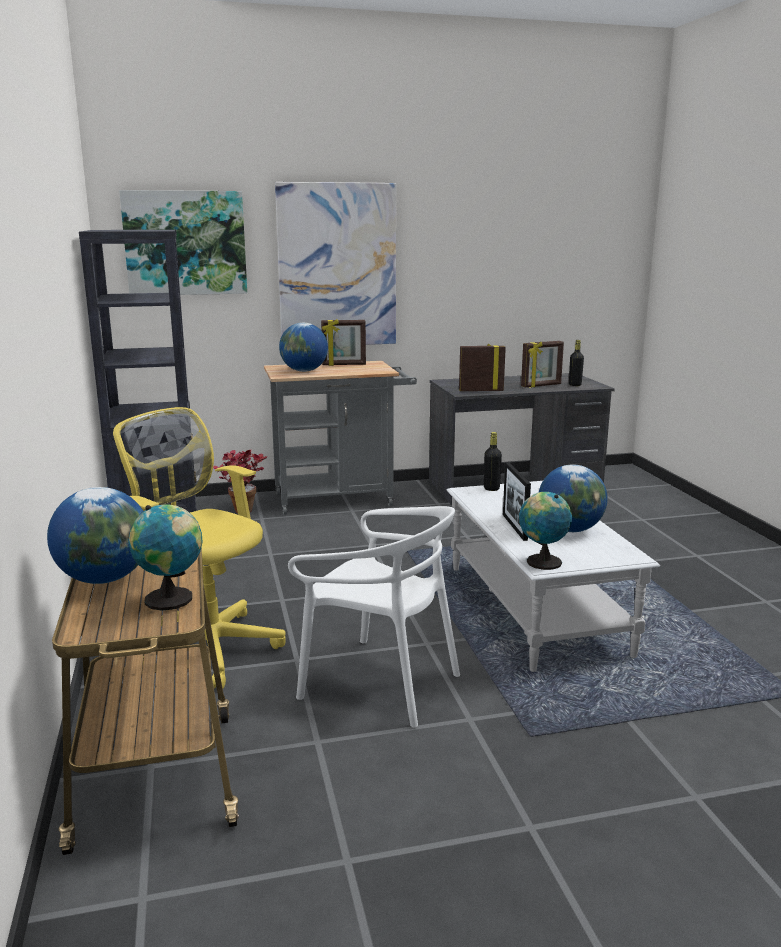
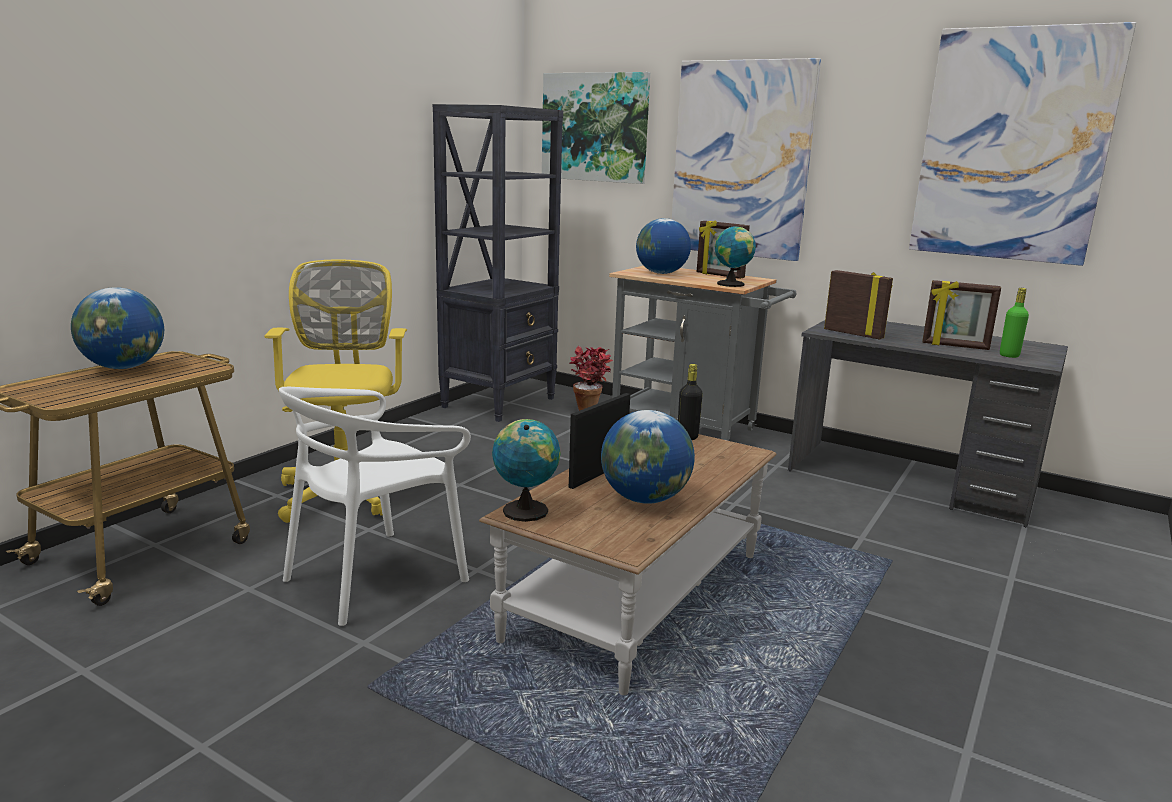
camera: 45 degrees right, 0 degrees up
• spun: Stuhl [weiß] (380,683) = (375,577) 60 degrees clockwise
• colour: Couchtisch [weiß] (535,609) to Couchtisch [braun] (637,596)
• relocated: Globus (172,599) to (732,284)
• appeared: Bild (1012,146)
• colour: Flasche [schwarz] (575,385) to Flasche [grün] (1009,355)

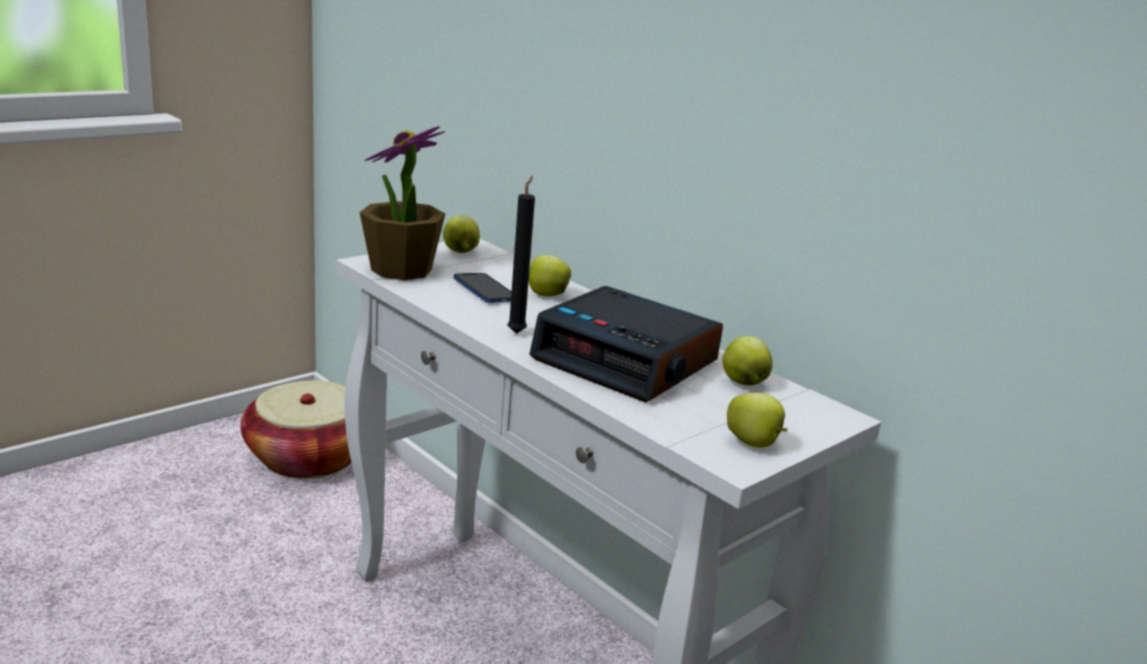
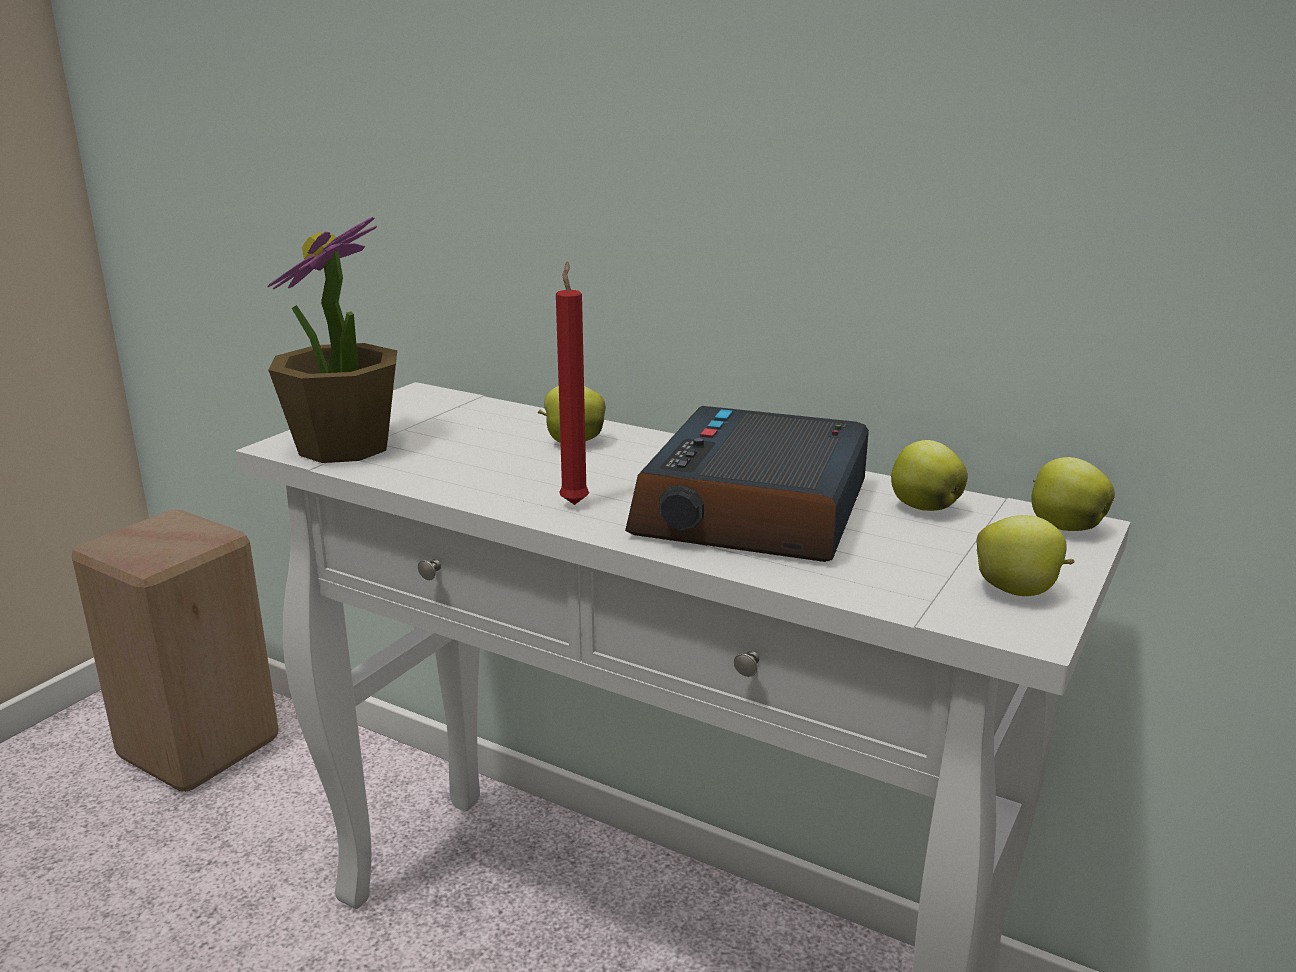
camera: 15 degrees left, 0 degrees up
• exchanged: Korb (309,457) to Hocker [beige] (200,745)
• colour: Kerze [schwarz] (517,332) to Kerze [rot] (575,502)
• spun: Wecker (627,361) = (755,511) 90 degrees clockwise
• relocated: Apfel (460,252) to (1063,527)
• missing: Handy (485,290)

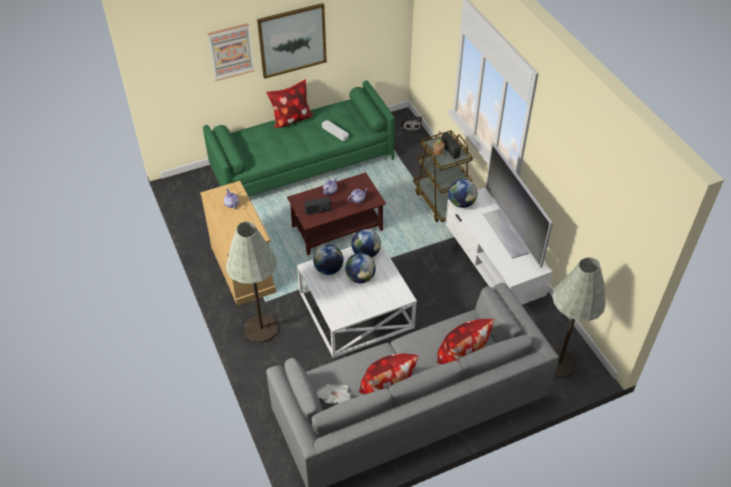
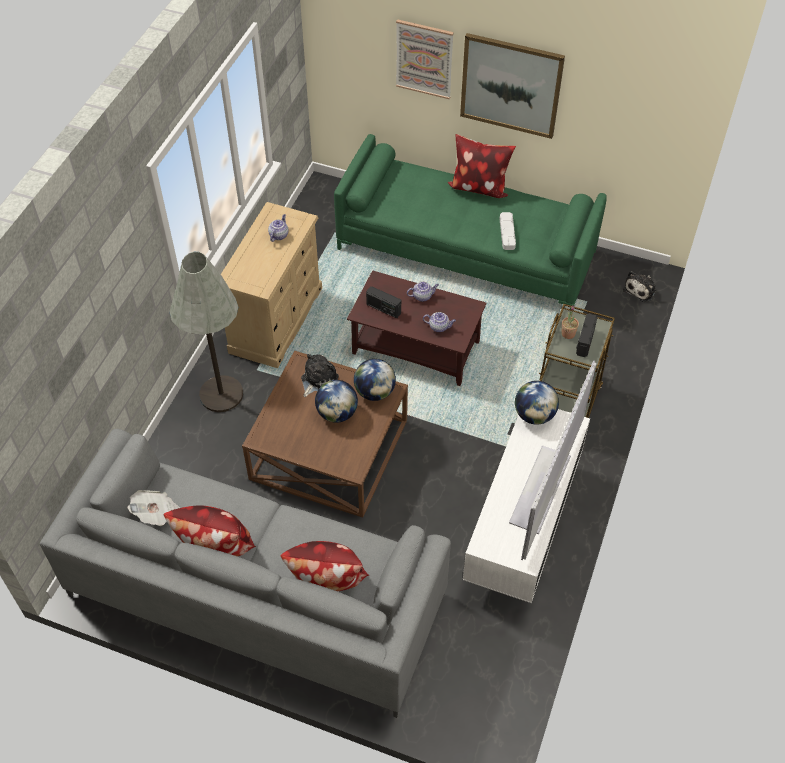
camera: 45 degrees right, 5 degrees up
• colour: Couchtisch [weiß] (356,310) to Couchtisch [braun] (329,450)
• exchanged: Globus (328,269) to Plüschtier (317,379)
• missing: Stehlampe [grau] (559,363)

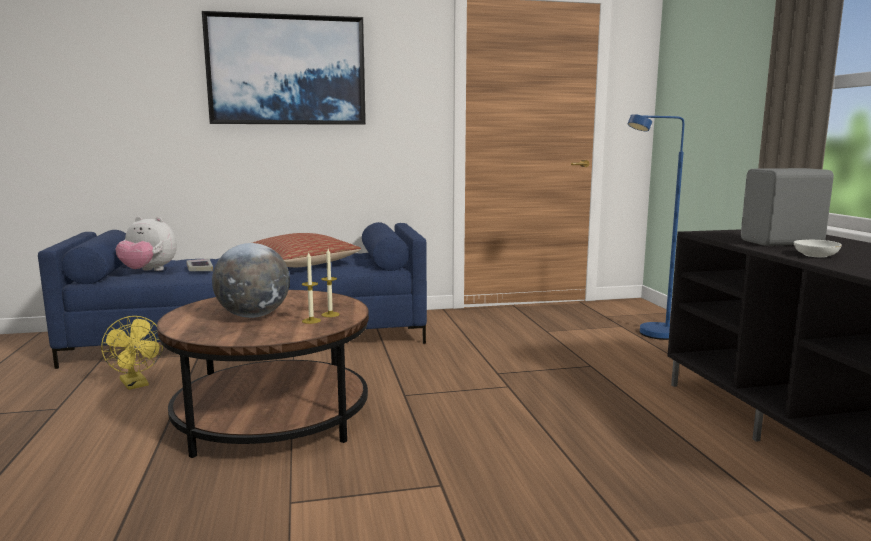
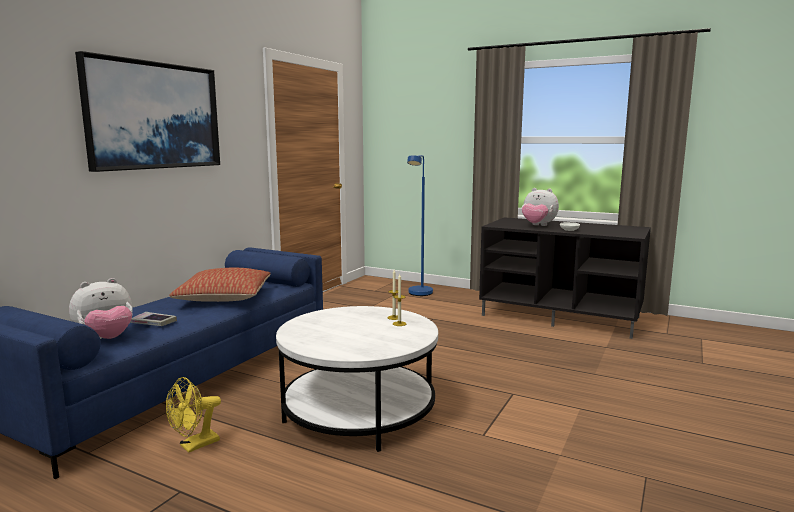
camera: 50 degrees left, 0 degrees up
• spun: Ventilator [gelb] (136,384) = (194,446) 135 degrees clockwise
• colour: Couchtisch [braun] (273,417) to Couchtisch [weiß] (359,411)
• exchanged: Lautsprecher [grau] (783,243) to Plüschtier (538,226)
• missing: Globus (253,316)

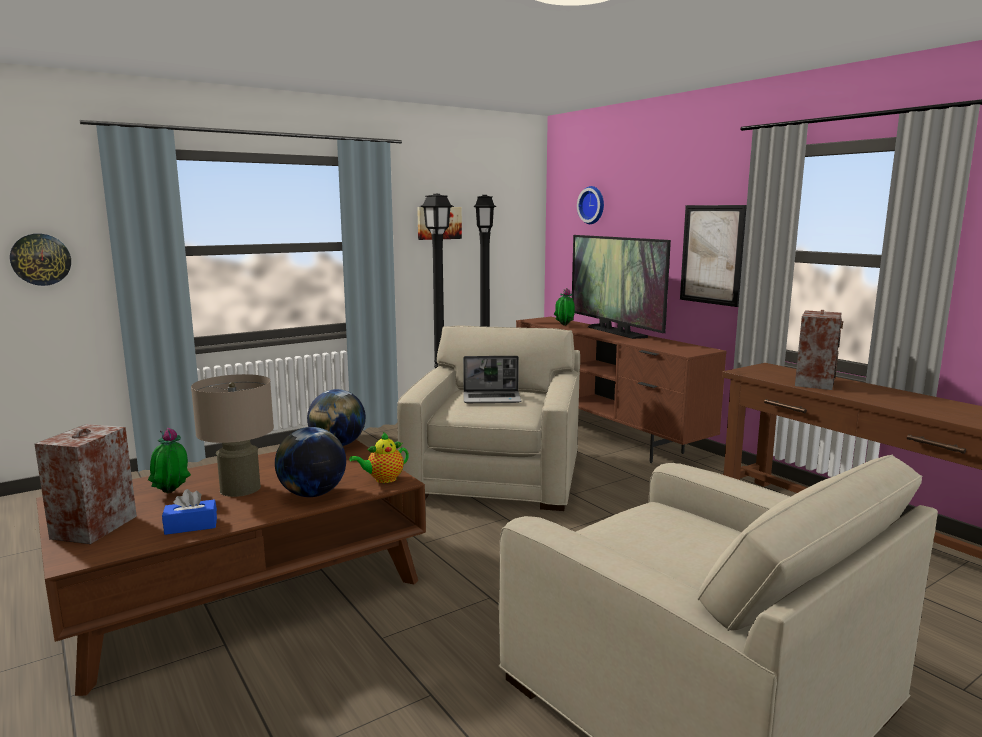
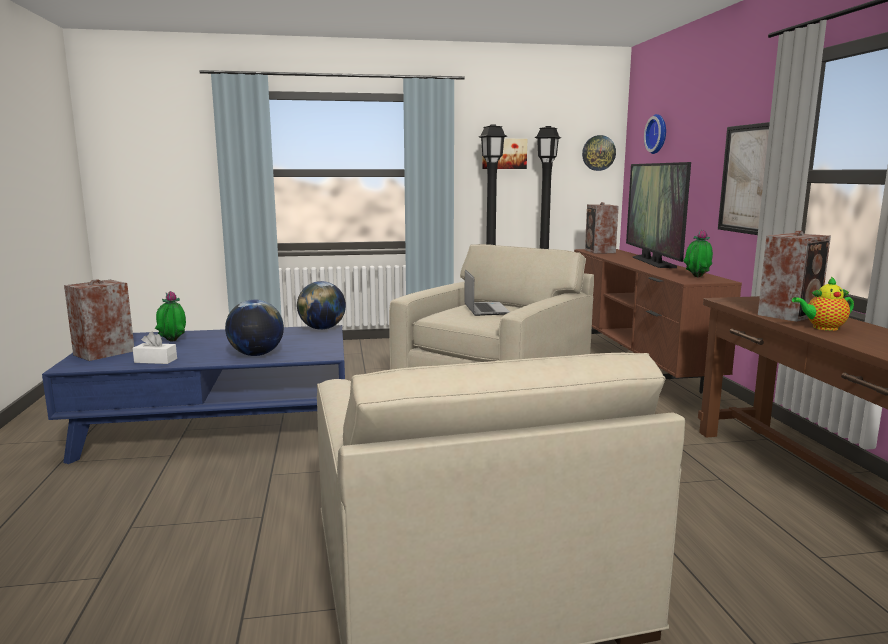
camera: 25 degrees right, 0 degrees up
• colour: Couchtisch [braun] (245,588) to Couchtisch [blau] (220,425)
• colour: Taschentuchbox [blau] (191,526) to Taschentuchbox [weiß] (155,360)
• spun: Laptop (492,398) = (485,310) 120 degrees counterclockwise
• relocated: Wanduhr (41,259) to (598,153)
• appeared: Lautsprecher (599,251)
• relocated: Topfpflanze (564,326) to (696,277)
• relocated: Teekanne (383,479) to (822,328)
• missing: Tischlampe [beige] (240,489)

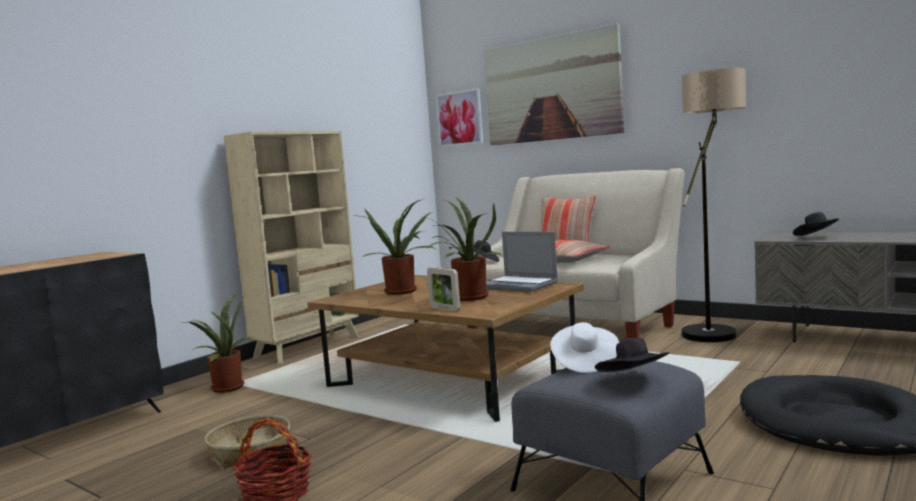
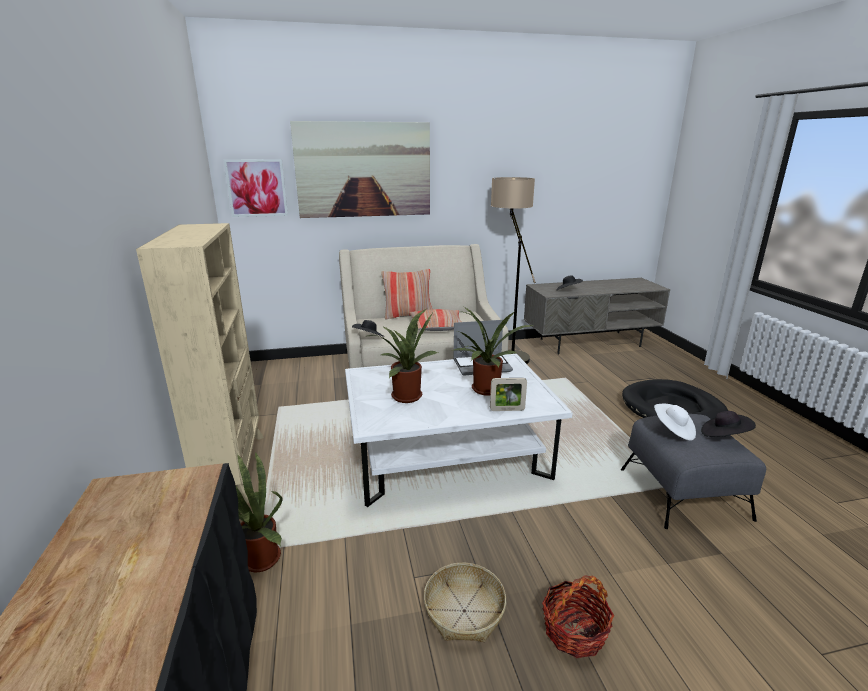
camera: 50 degrees left, 15 degrees up
• colour: Couchtisch [braun] (451,379) to Couchtisch [weiß] (448,454)

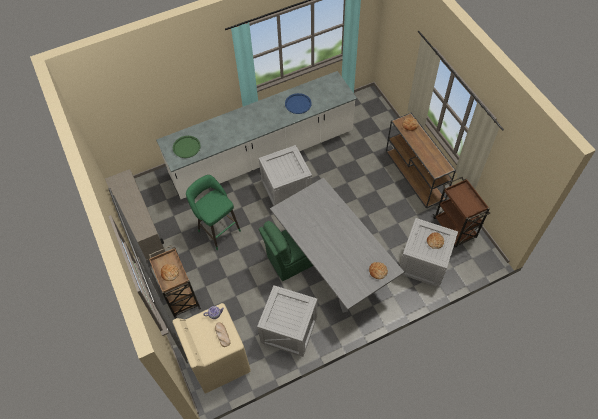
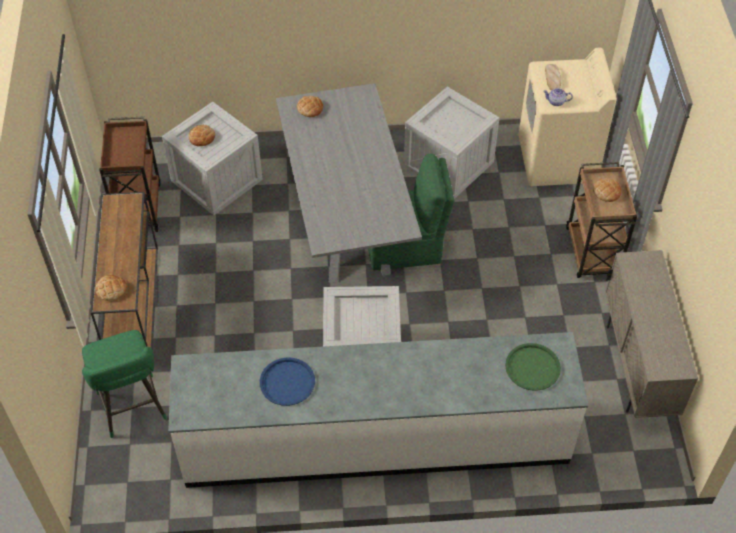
camera: 160 degrees left, 5 degrees down
• relocated: Hocker [grün] (217,229) to (133,409)

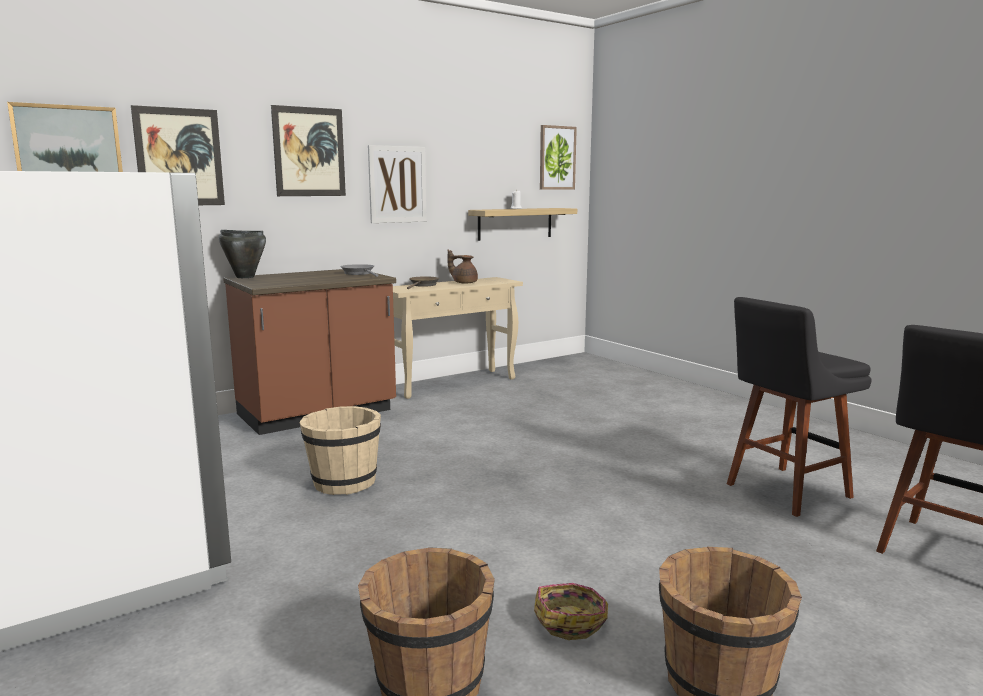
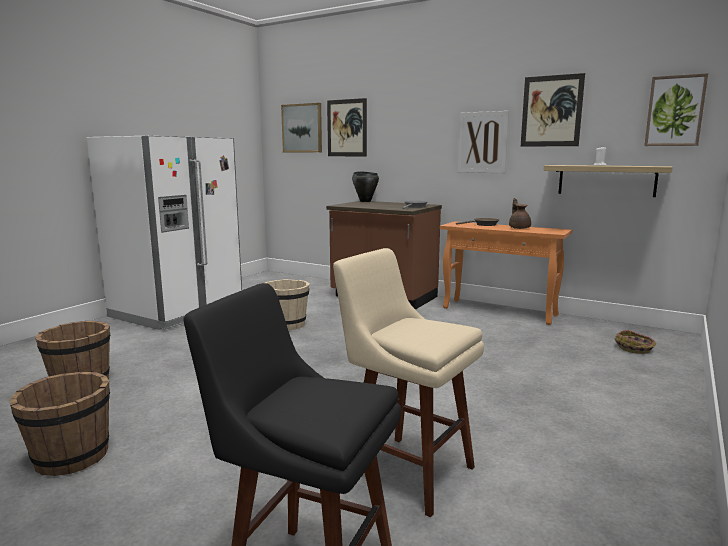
camera: 65 degrees right, 0 degrees up
• colour: Hocker [schwarz] (784,492) to Hocker [beige] (405,470)
• colour: Konsolentisch [beige] (453,383) to Konsolentisch [orange] (500,312)
• relocated: Bild (309,152) to (551,111)
• relocated: Korb (571,621) to (635,348)

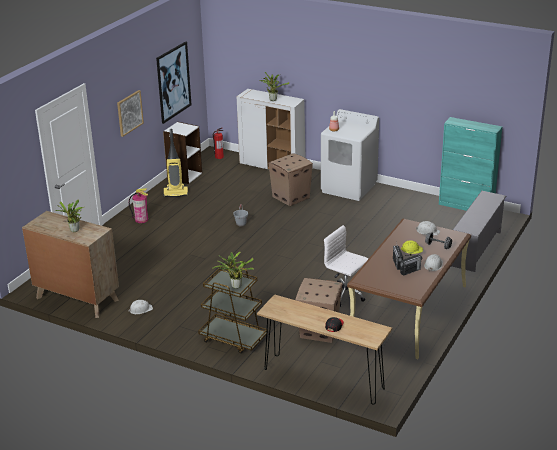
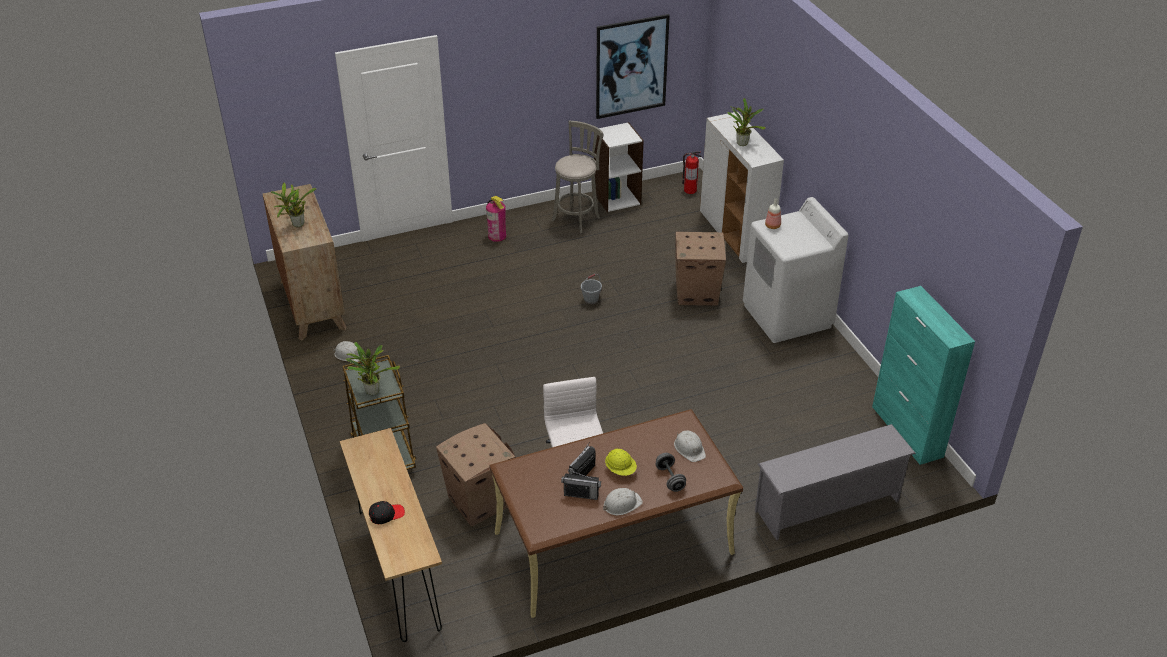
camera: 40 degrees right, 10 degrees up
• exchanged: Staubsauger (176,193) to Hocker [grau] (577,218)
• missing: Bild (129,113)

